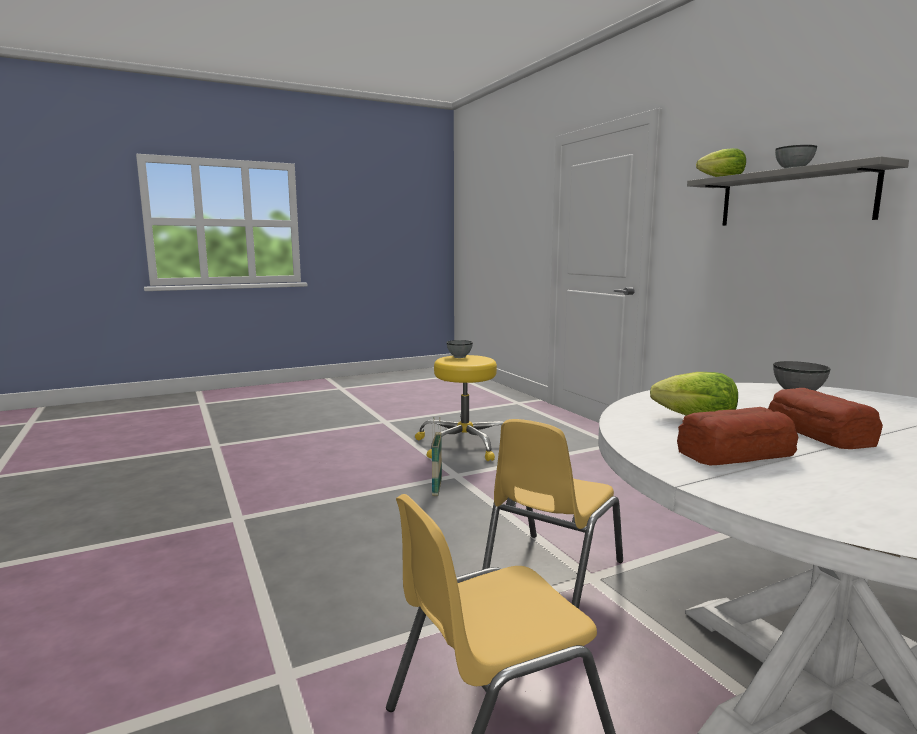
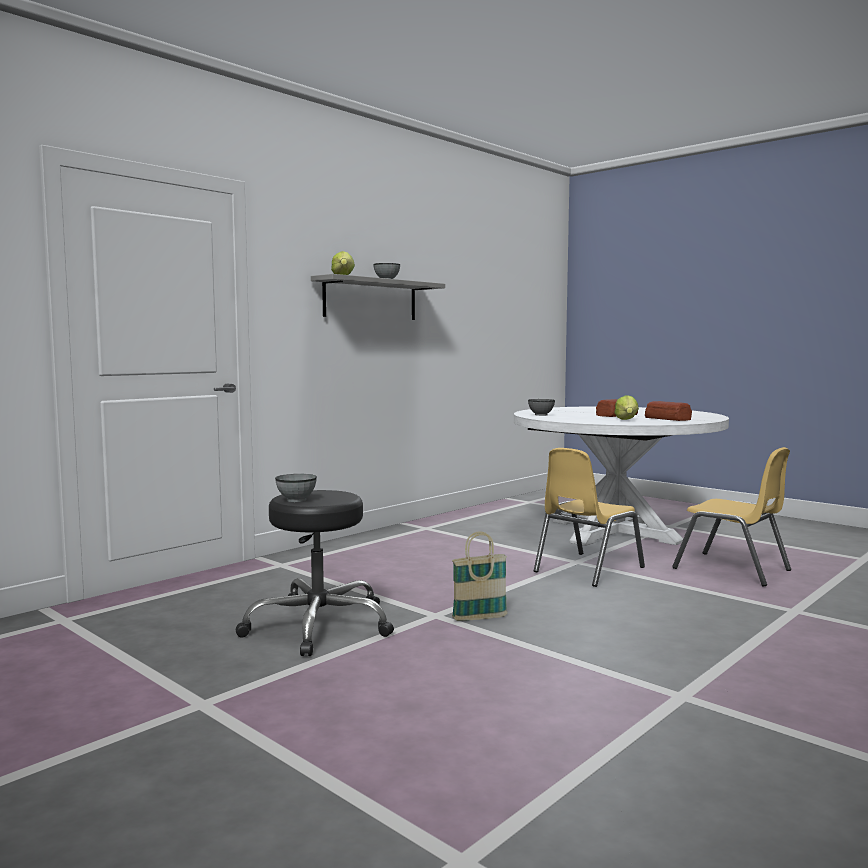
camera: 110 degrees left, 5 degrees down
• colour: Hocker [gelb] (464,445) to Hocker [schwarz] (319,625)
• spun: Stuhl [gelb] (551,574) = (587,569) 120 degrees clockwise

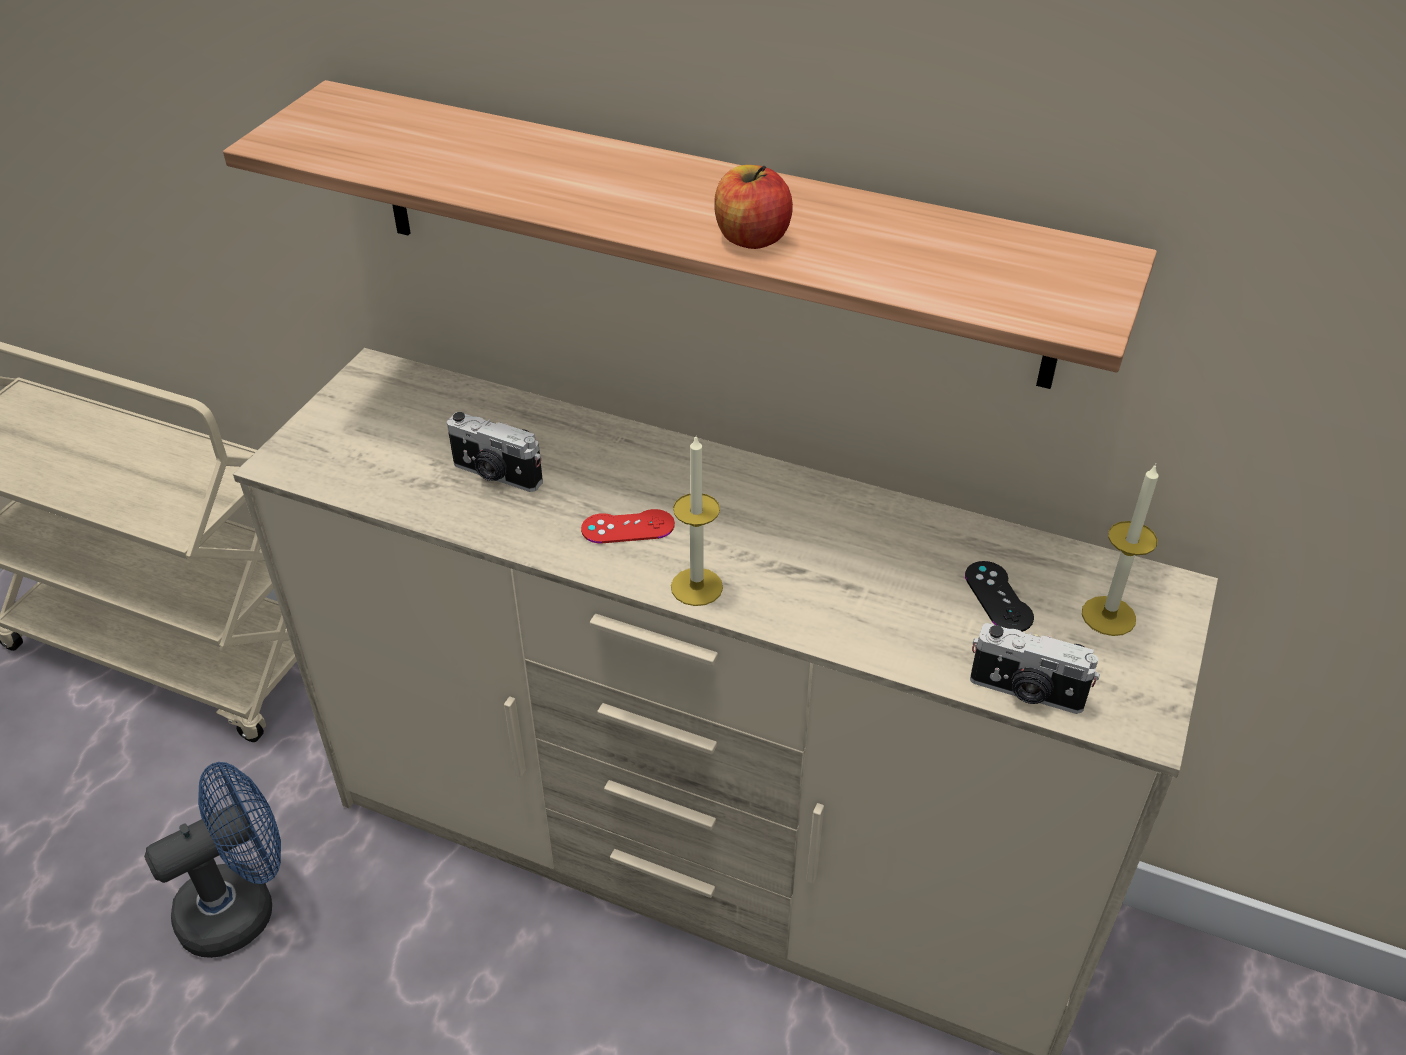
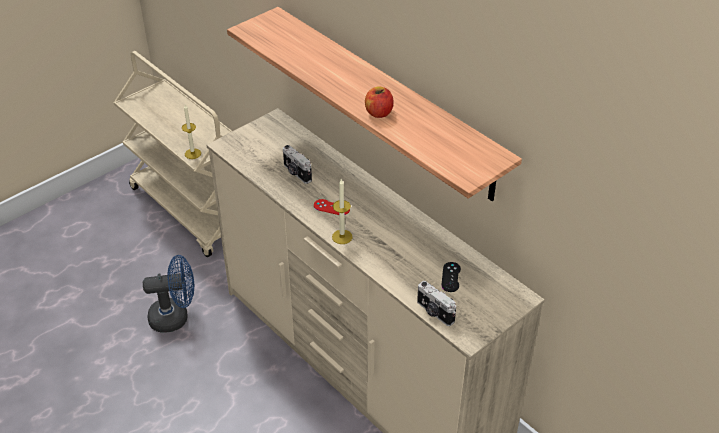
camera: 25 degrees right, 0 degrees up
• relocated: Kerze (1108,616) to (192,153)

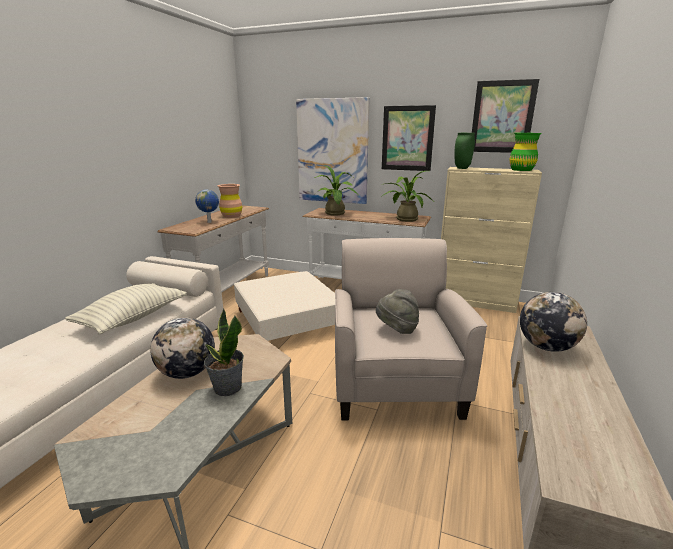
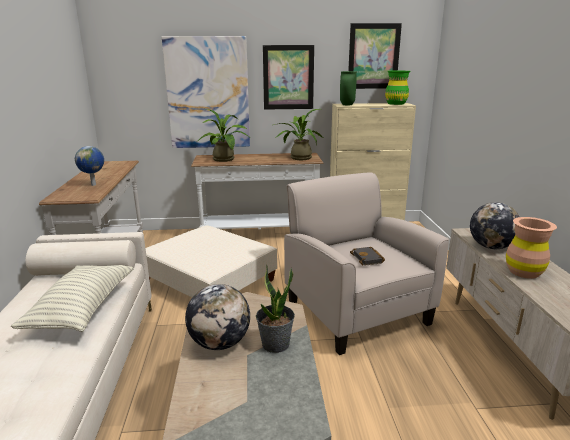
camera: 25 degrees left, 0 degrees up
• exchanged: Hut [grau] (397,329) to Buch [schwarz] (368,259)
• relocated: Vase [braun] (231,216) to (524,272)

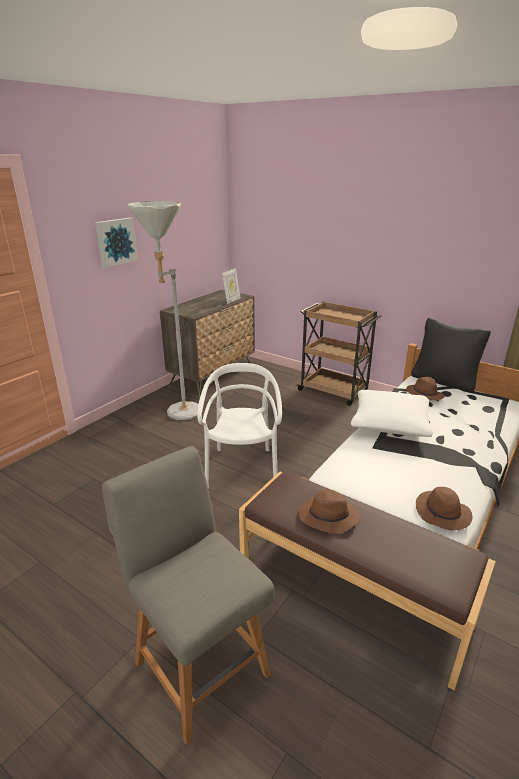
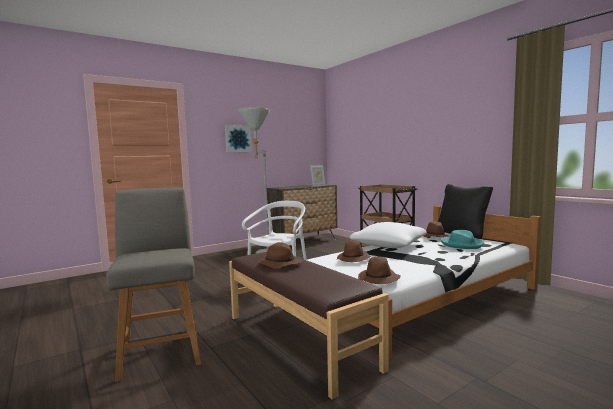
camera: 20 degrees right, 20 degrees down
• appeared: Hut [braun] (353,259)
• appeared: Hut [türkis] (462,244)

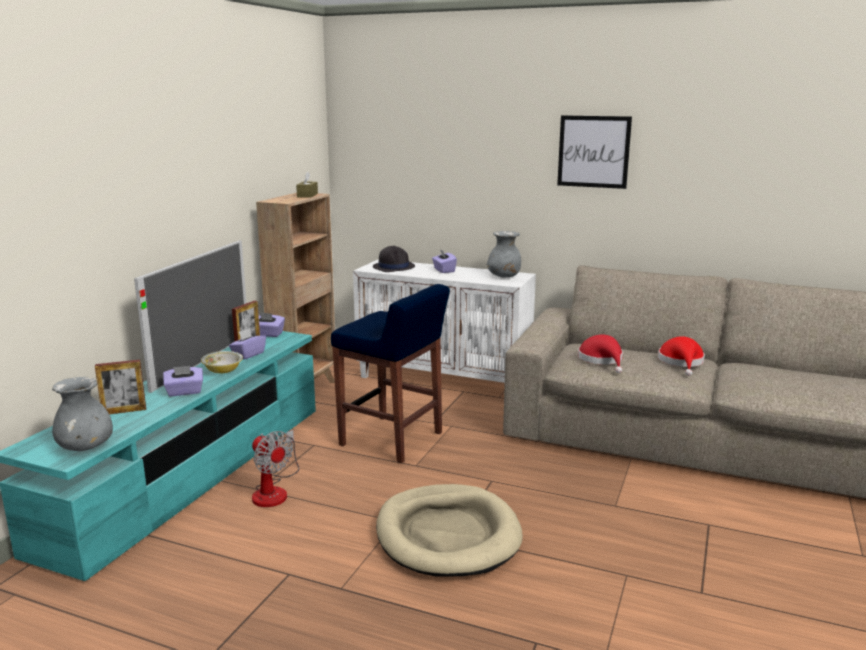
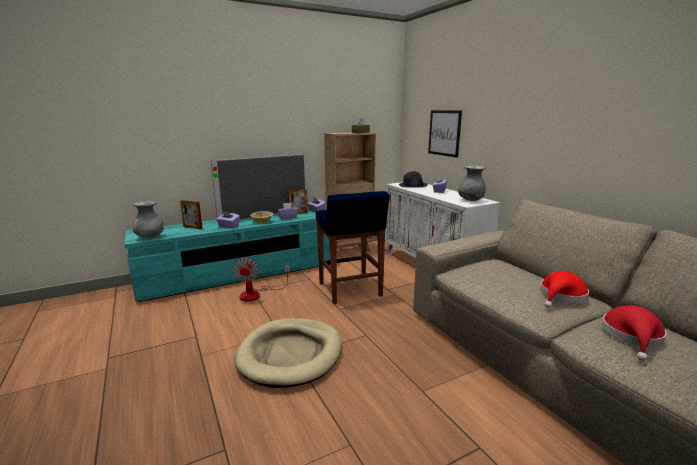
camera: 40 degrees right, 0 degrees up
• relocated: Bild (593,151) to (444,133)
• relocated: Hut [rot] (602,360) to (632,336)

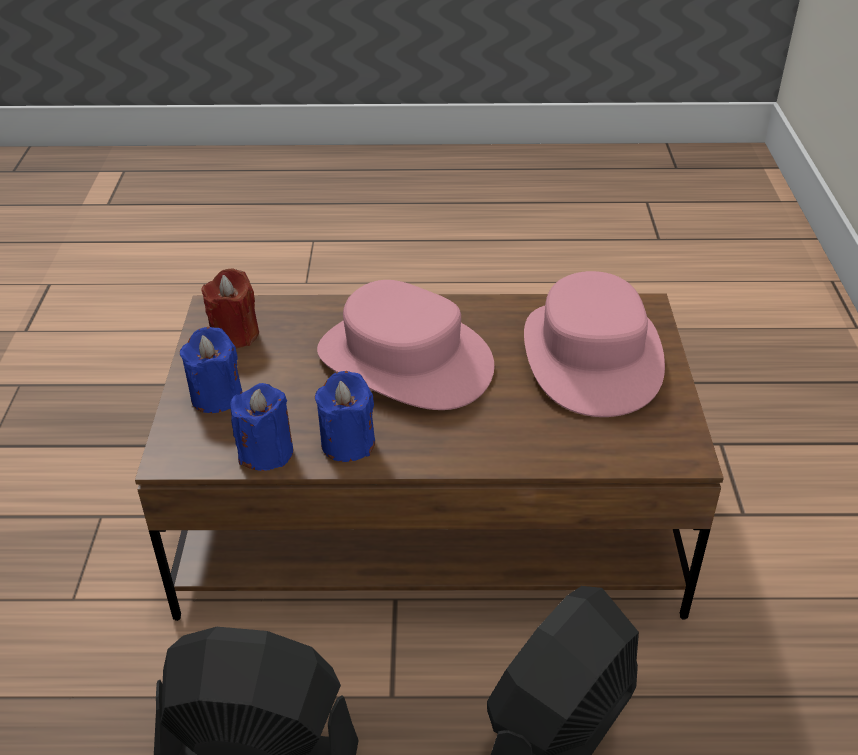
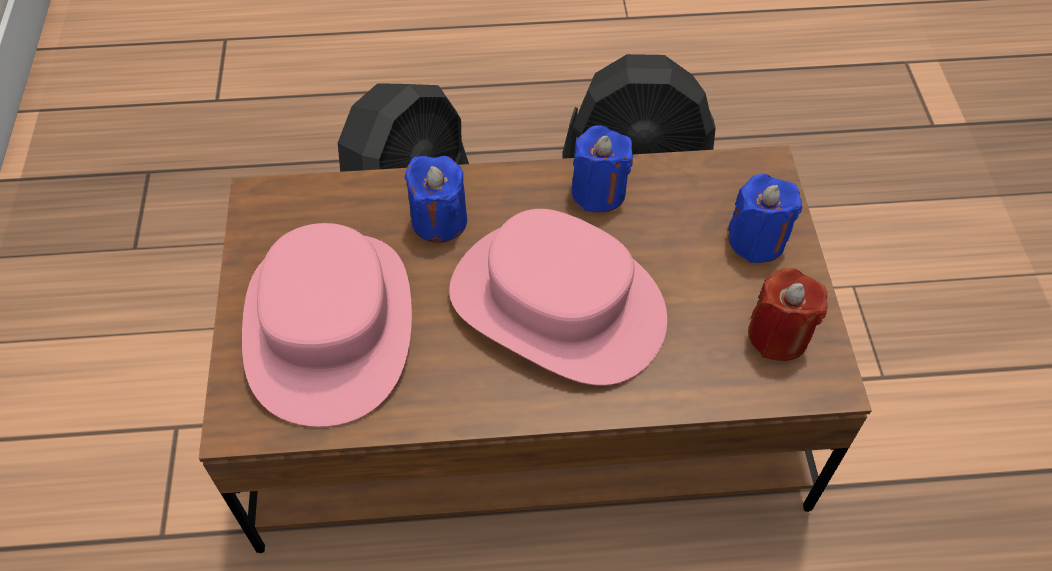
camera: 175 degrees right, 15 degrees up
• relocated: Kerze [blau] (266,452) to (439,221)

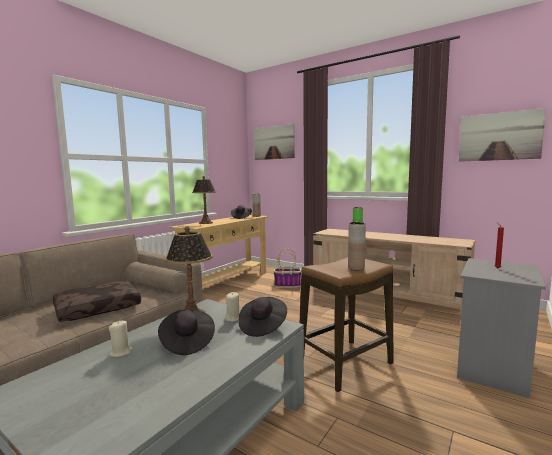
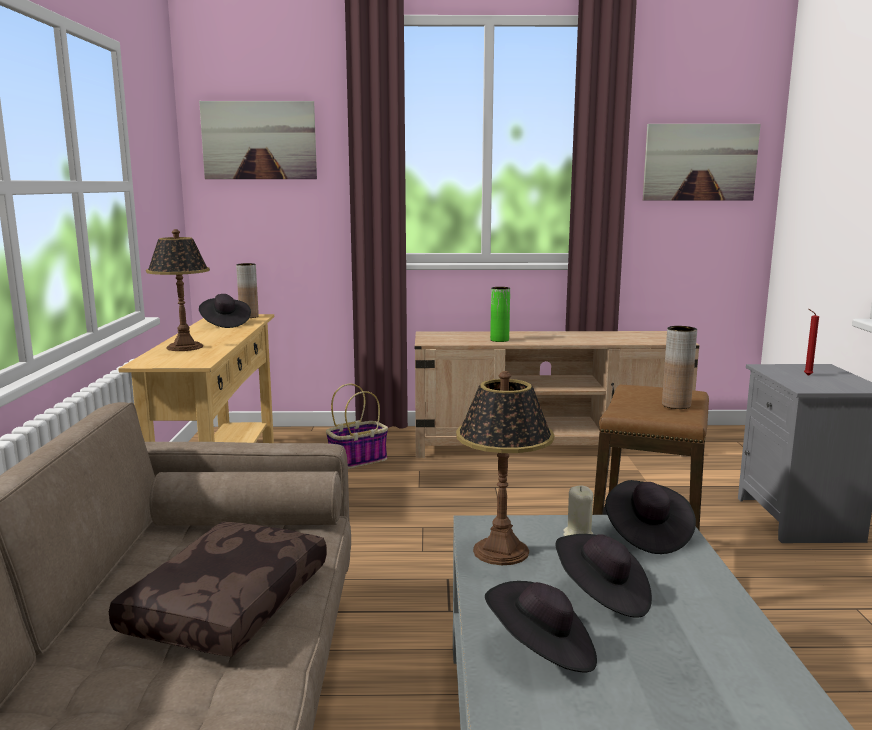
camera: 35 degrees left, 5 degrees up
• exchanged: Kerze [beige] (121,352) to Hut [schwarz] (542,651)

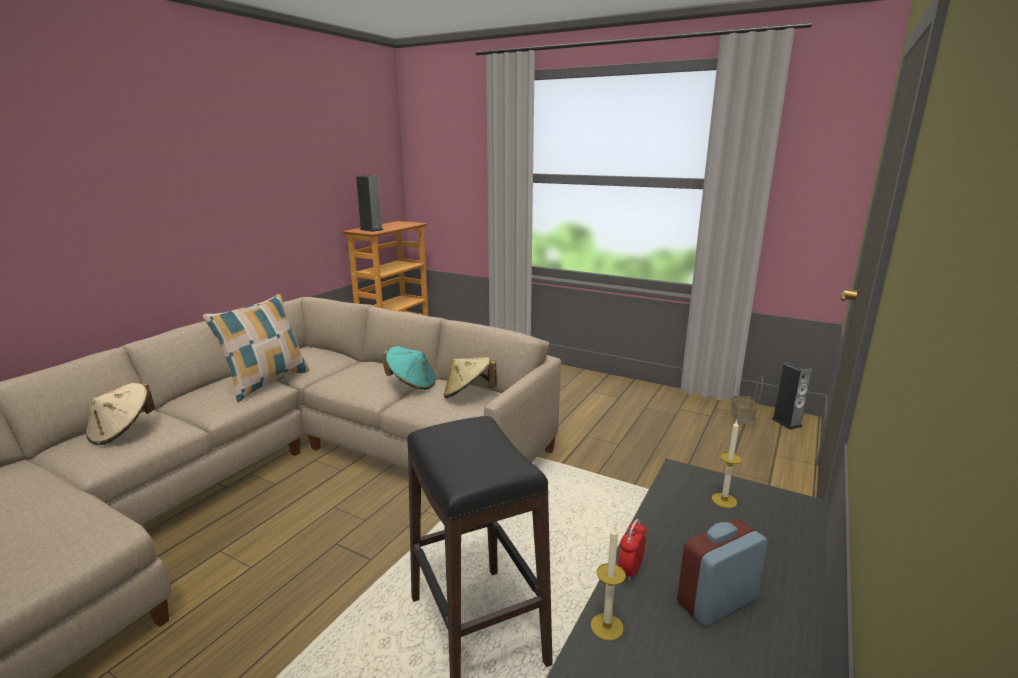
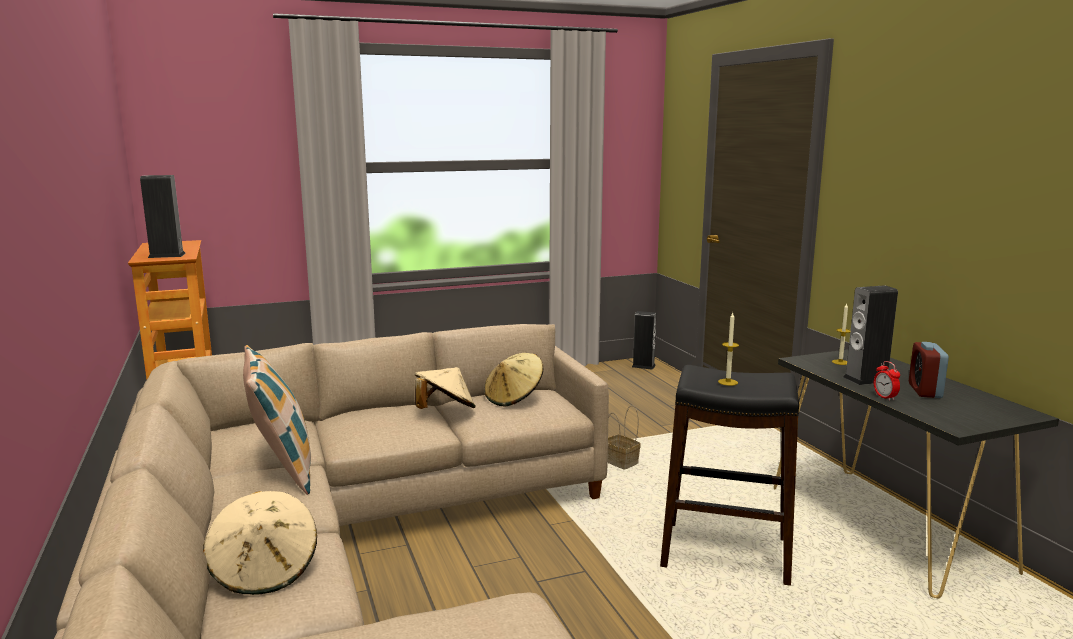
camera: 50 degrees left, 5 degrees down
• colour: Hut [türkis] (411,384) to Hut [beige] (445,411)
• relocated: Korb (743,418) to (622,462)
• relocated: Kerze (607,626) to (728,382)
• appeared: Lautsprecher (866,379)

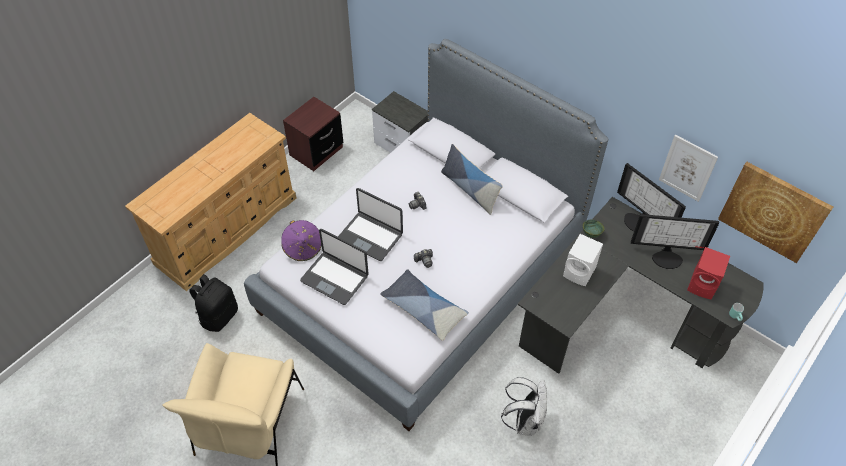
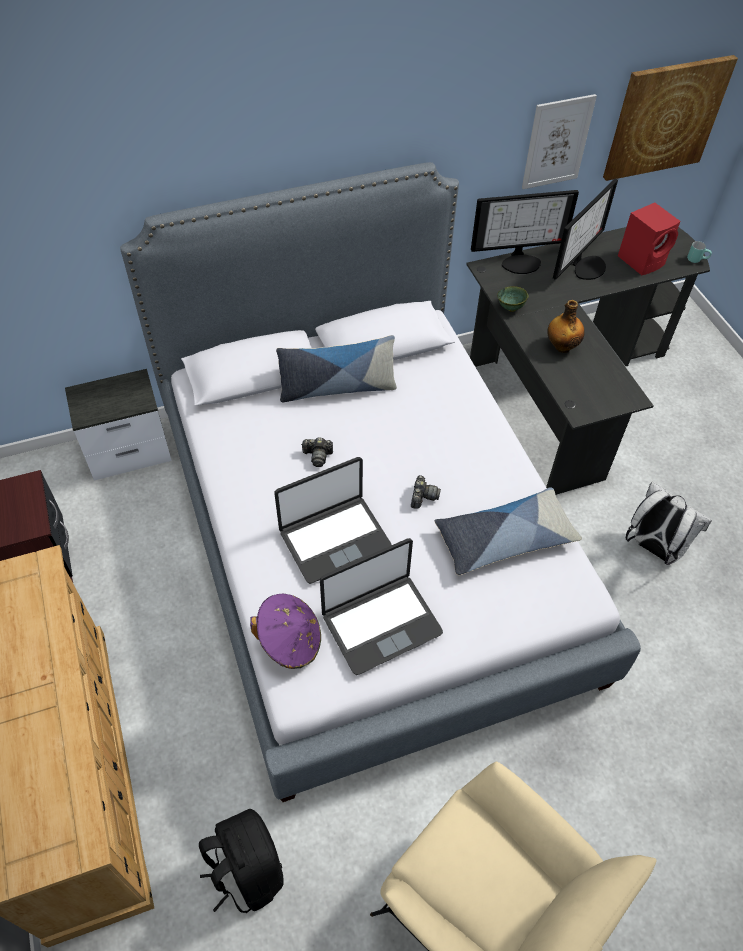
camera: 60 degrees left, 0 degrees up
• exchanged: Lautsprecher [weiß] (580,272) to Flasche (562,346)

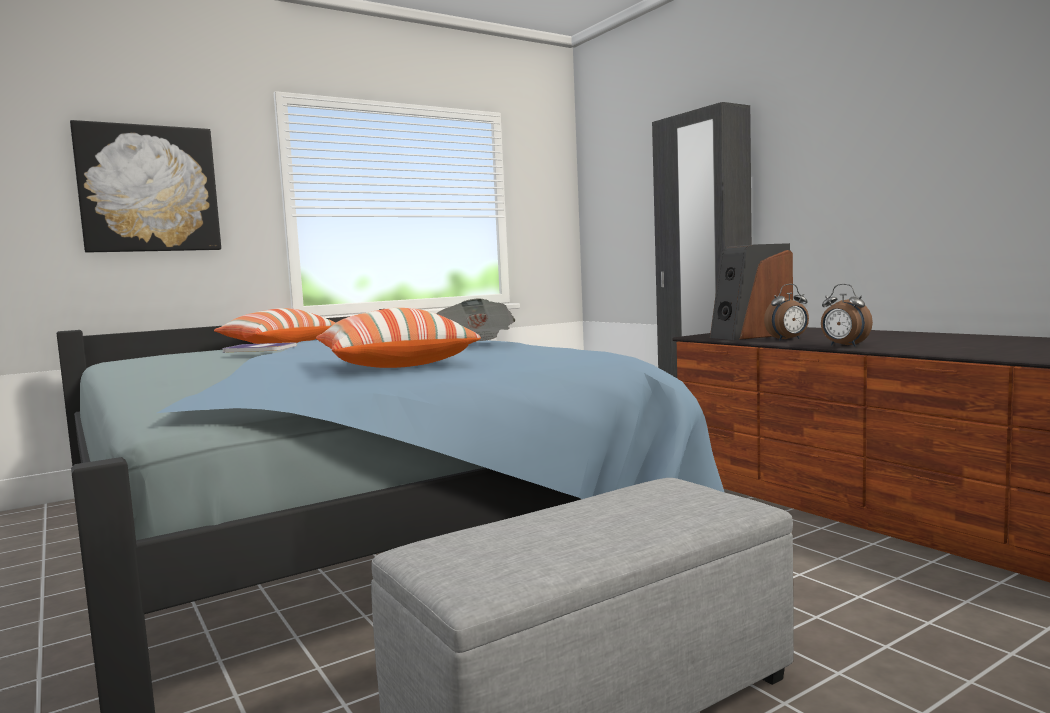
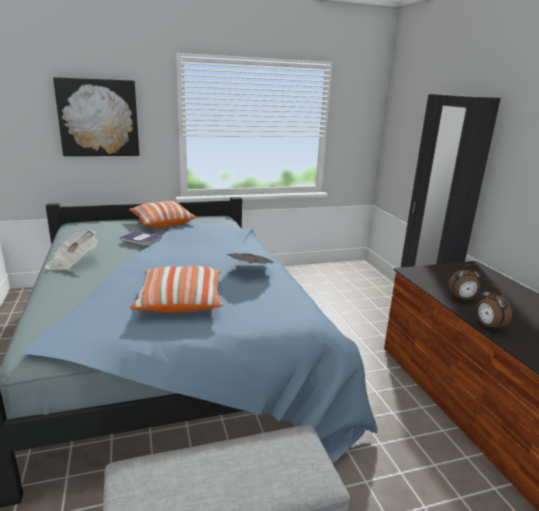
camera: 15 degrees right, 15 degrees up
• appeared: Zeitung (73,263)
• missing: Lautsprecher (750,336)

